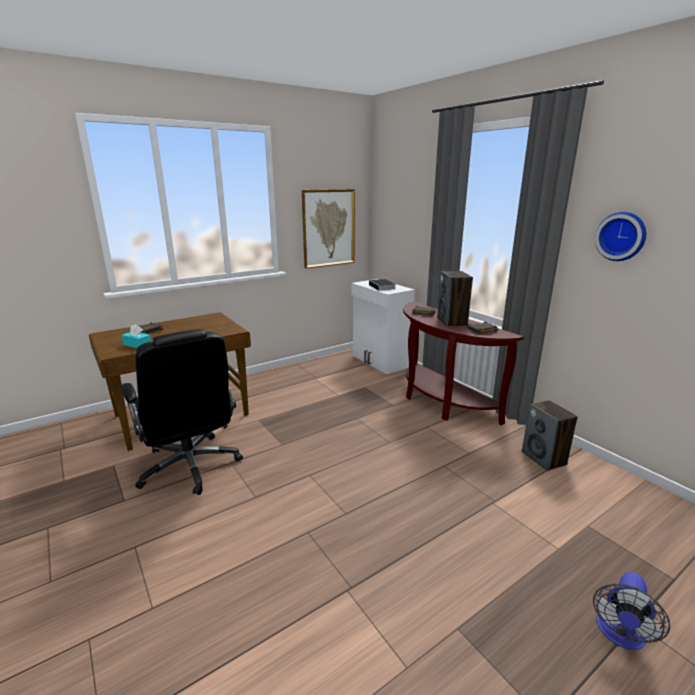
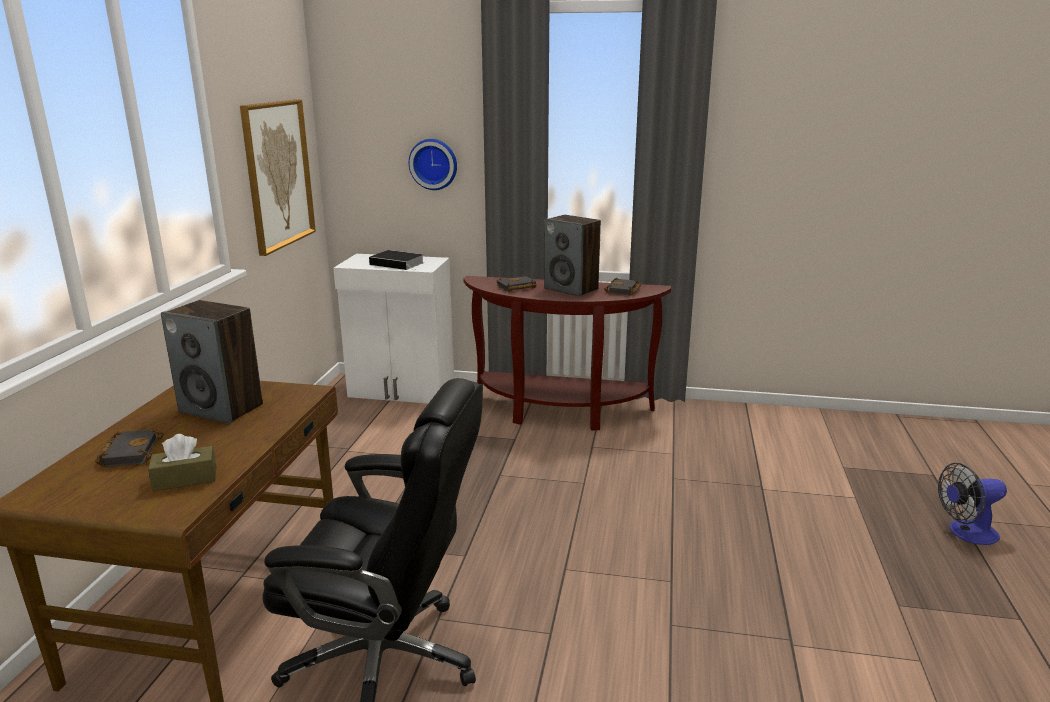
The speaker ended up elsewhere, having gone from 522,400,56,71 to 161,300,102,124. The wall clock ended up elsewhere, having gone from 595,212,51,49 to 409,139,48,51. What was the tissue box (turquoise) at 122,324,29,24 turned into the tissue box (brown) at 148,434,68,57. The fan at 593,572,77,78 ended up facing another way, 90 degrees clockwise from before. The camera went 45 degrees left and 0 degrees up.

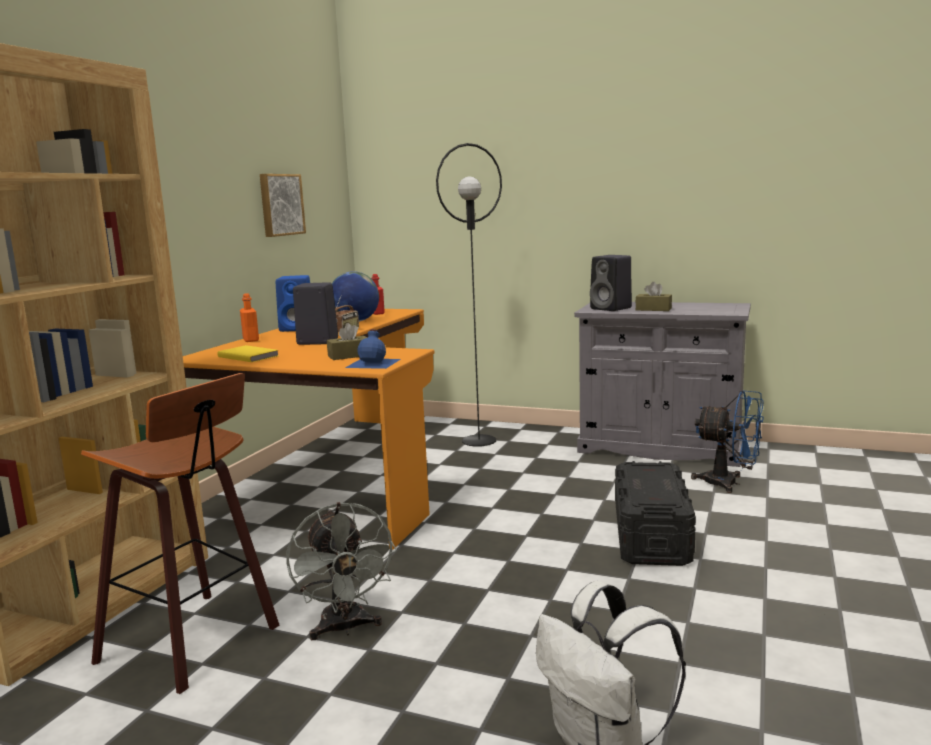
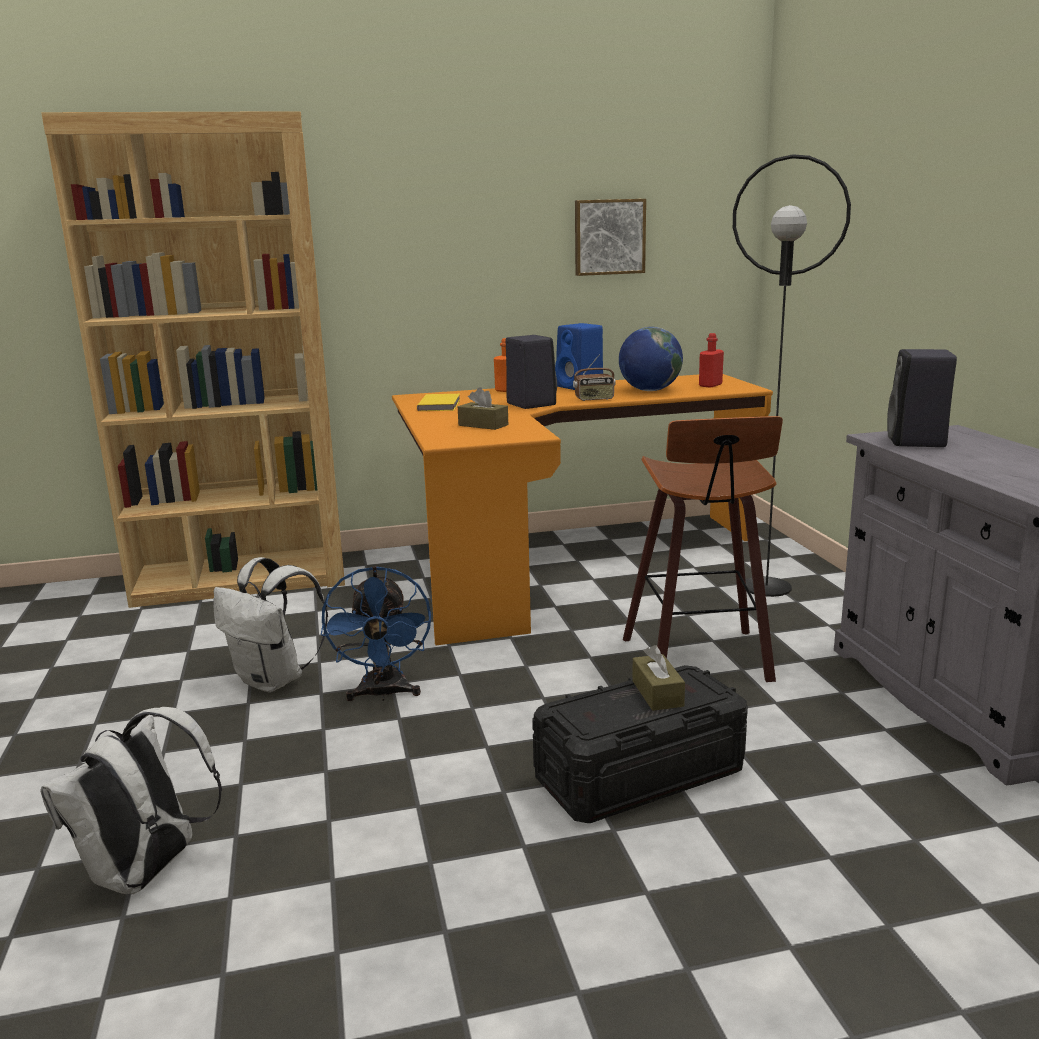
The second view lost the bottle (blue) at 345,329,56,40. The stool ended up elsewhere, having gone from 81,373,198,321 to 623,416,160,266. The tissue box (brown) ended up elsewhere, having gone from 636,282,36,29 to 632,645,53,66. The fan (blue) ended up elsewhere, having gone from 691,390,73,103 to 321,566,110,135. Where the fan (grey) stood at 286,502,111,138, the backpack (white) came to stand at 214,557,114,136. The camera went 55 degrees right and 5 degrees up.

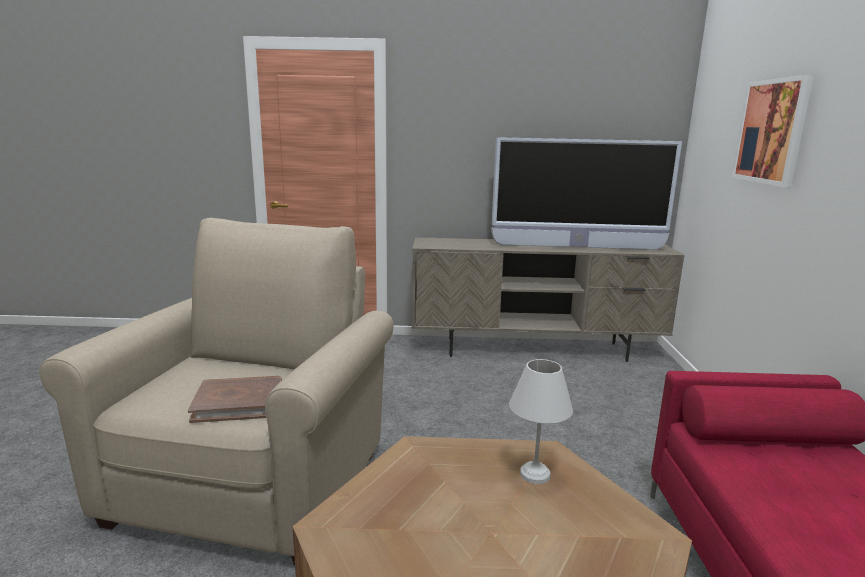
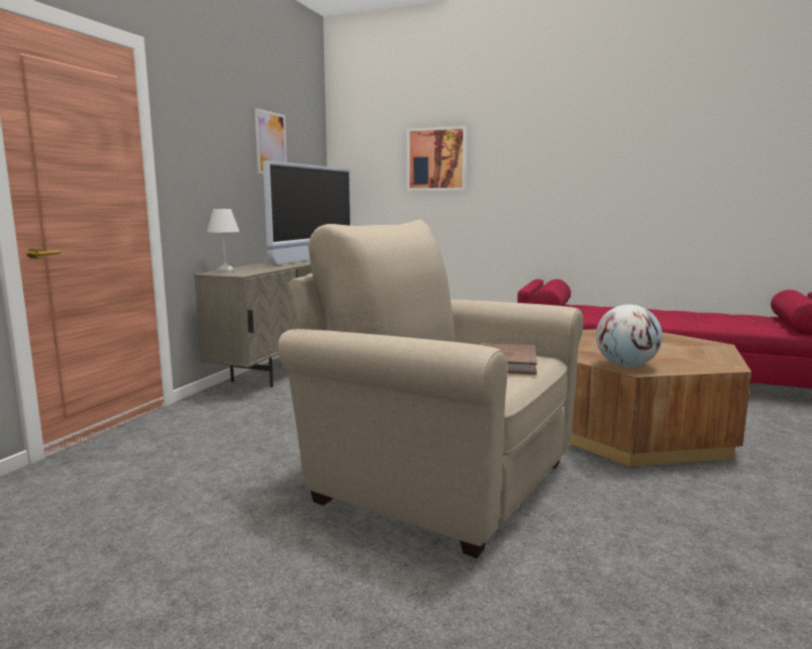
The second view gained the picture at 255,108,32,66. The second view gained the globe at 596,304,66,63. The table lamp (white) ended up elsewhere, having gone from 509,359,64,125 to 207,209,33,63. The camera went 70 degrees left and 5 degrees down.

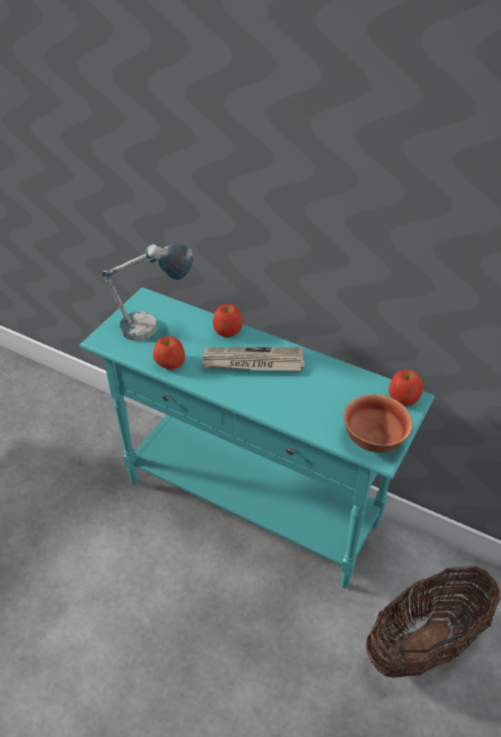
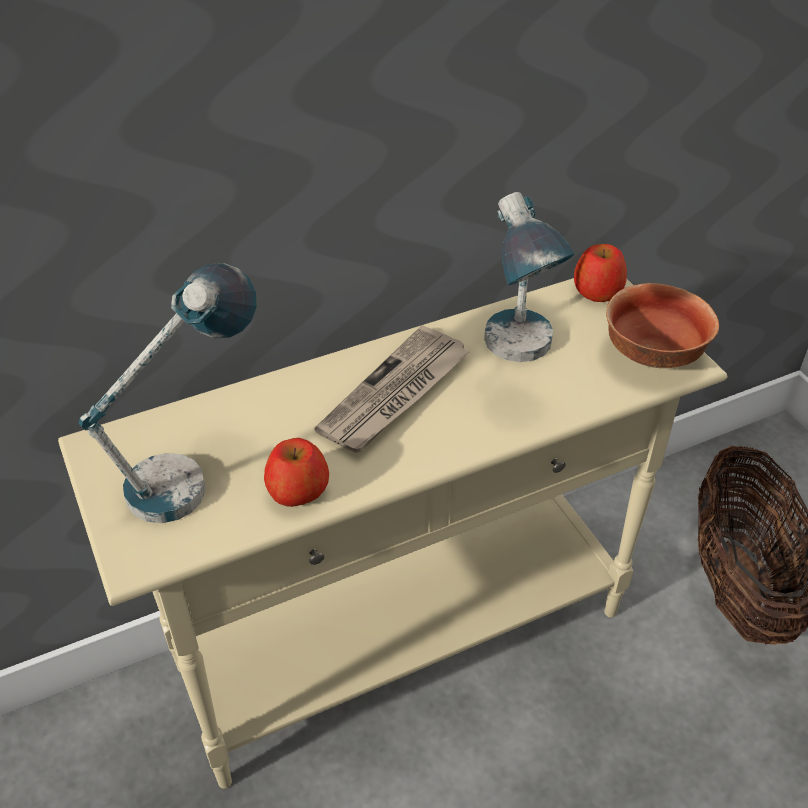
The second view lost the apple at 213,304,30,33. The second view gained the table lamp at 484,192,91,170. What was the console table (turquoise) at 79,287,356,301 turned into the console table (beige) at 58,278,669,511. The camera went 55 degrees left and 0 degrees up.

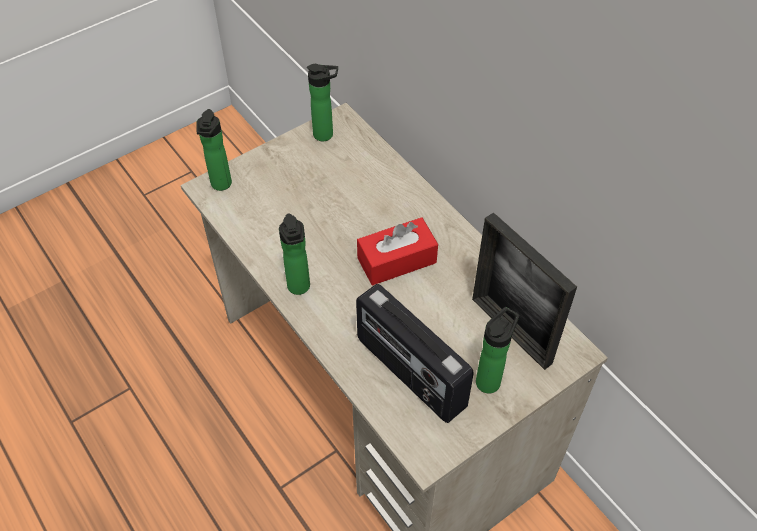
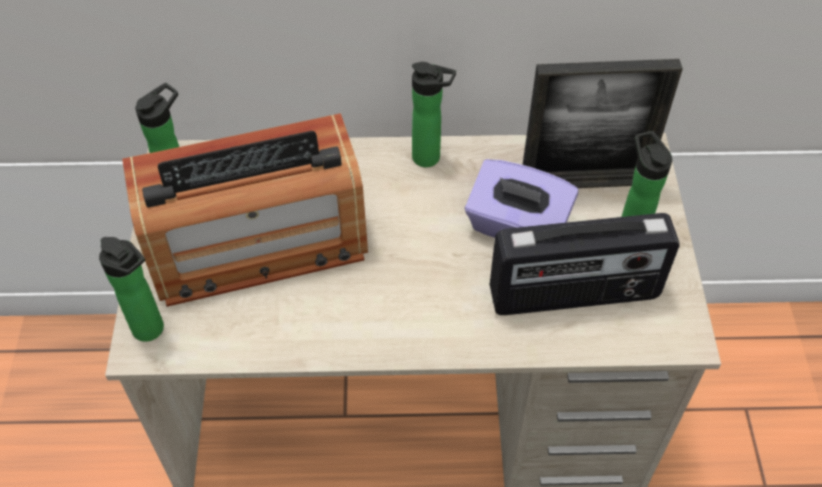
The second view lost the tissue box (red) at 357,217,81,68. The second view gained the radio at 122,113,246,194. The second view gained the tissue box (purple) at 465,159,113,79. The bottle ended up elsewhere, having gone from 279,213,31,82 to 412,62,44,105. The camera went 55 degrees left and 0 degrees up.

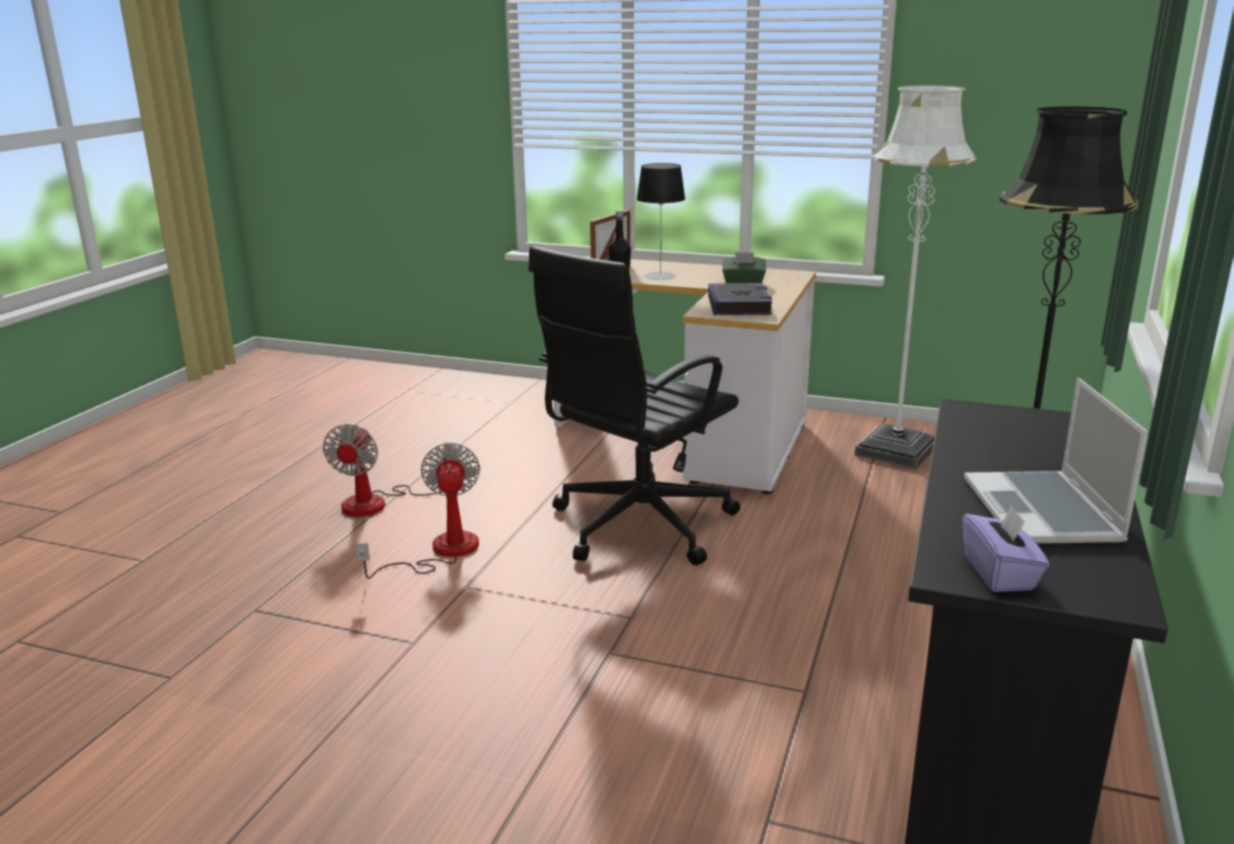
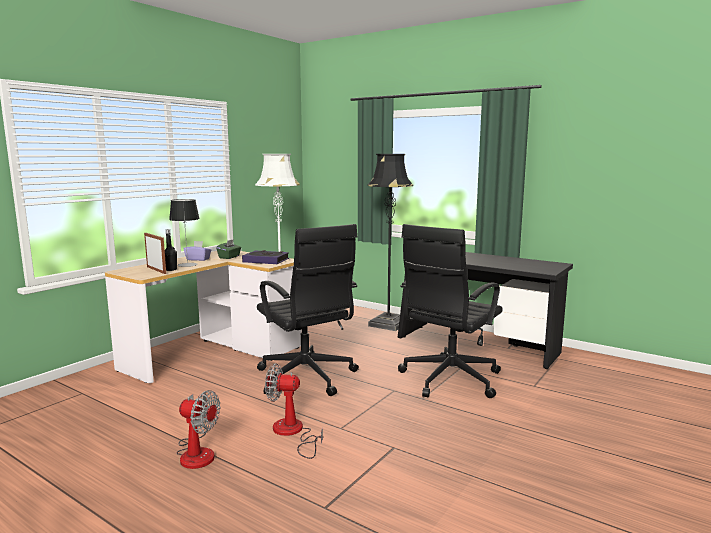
The second view lost the laptop at 964,378,184,166. The second view gained the office chair (black) at 398,224,105,174. The tissue box (purple) ended up elsewhere, having gone from 962,505,87,87 to 184,241,27,20. The camera went 75 degrees left and 10 degrees down.

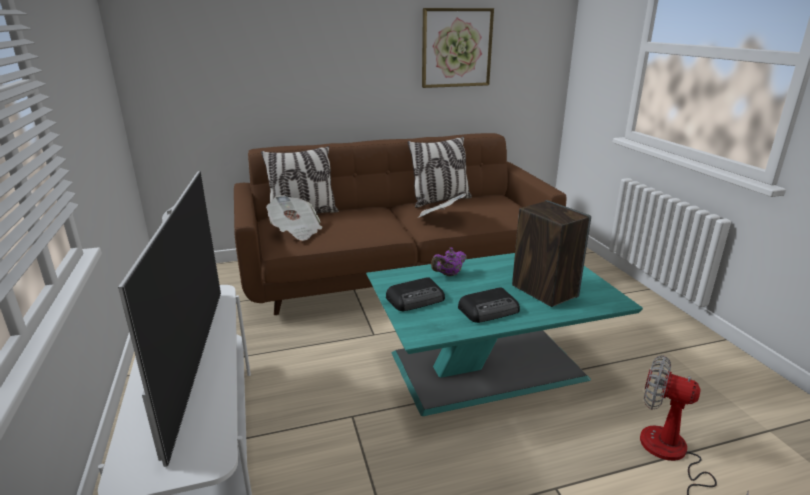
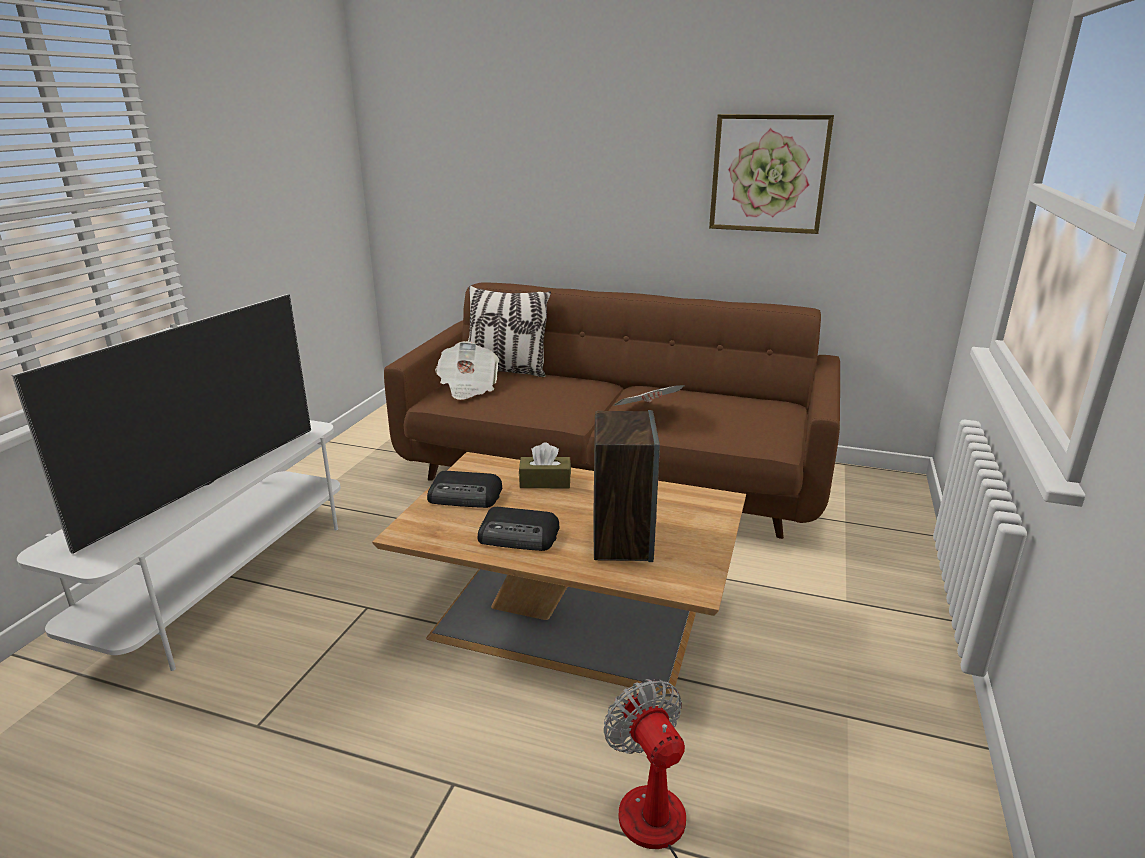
The second view lost the pillow at 408,136,64,72. Where the teapot (purple) stood at 431,247,36,29, the tissue box (brown) came to stand at 519,443,52,45. What was the coffee table (turquoise) at 366,253,277,163 turned into the coffee table (brown) at 372,452,374,245. The camera went 35 degrees right and 0 degrees up.

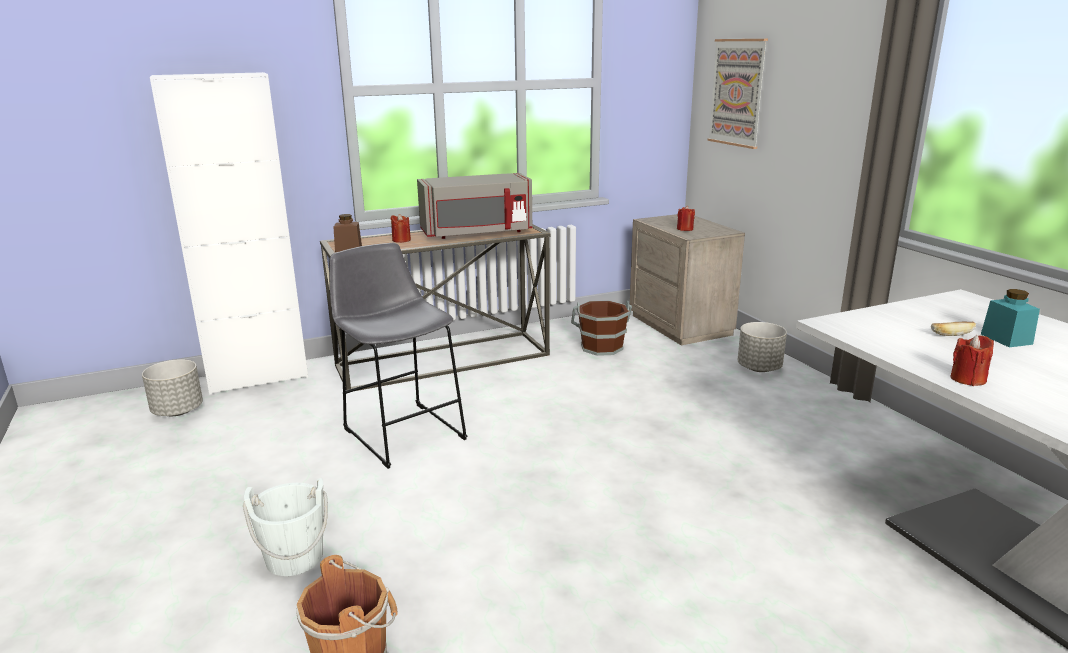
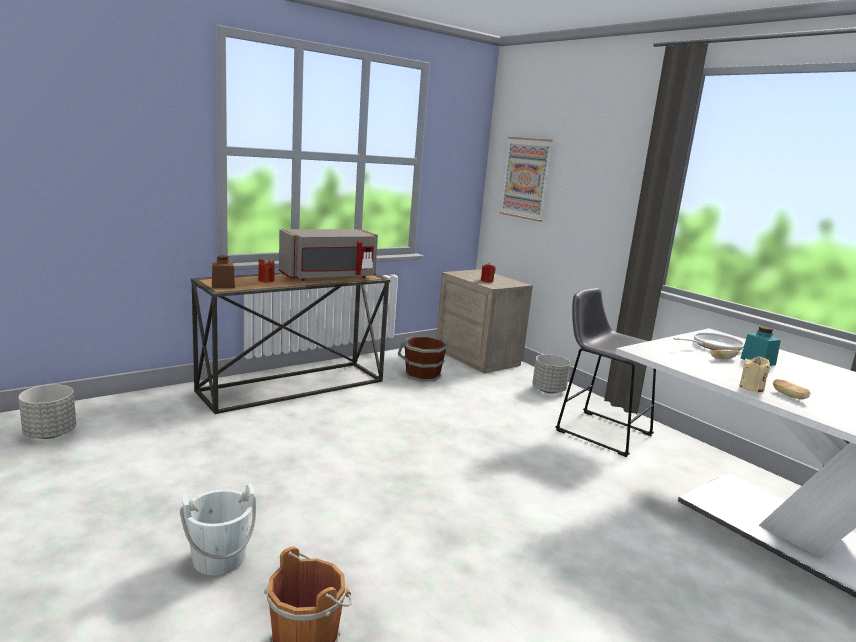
The second view lost the cabinet (white) at 150,72,158,323. The second view gained the frying pan at 673,333,71,18. The second view gained the bread at 773,379,37,20. The stool (grey) ended up elsewhere, having gone from 329,243,139,226 to 556,288,100,169. What was the candle (red) at 950,335,44,51 turned into the candle (beige) at 739,356,31,36. The camera went 15 degrees left and 5 degrees down.

